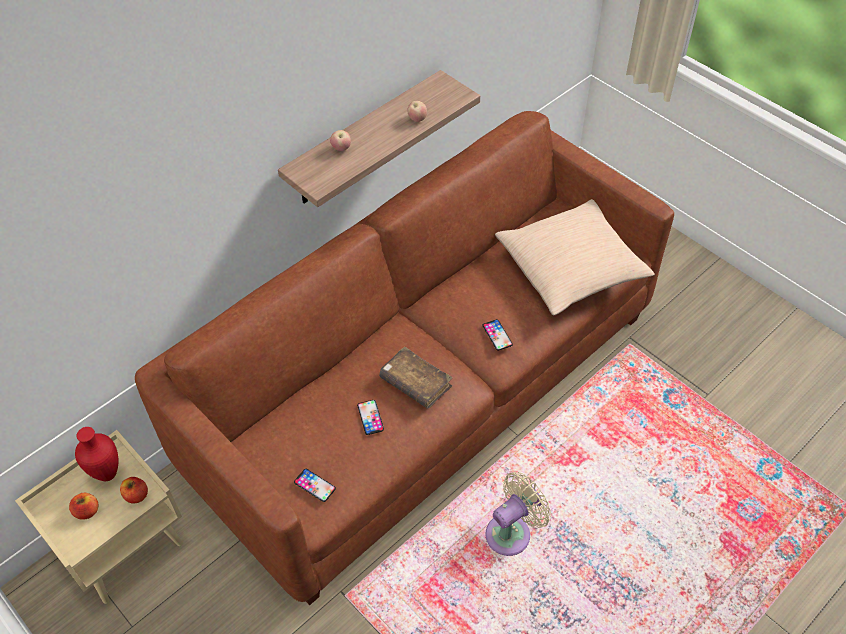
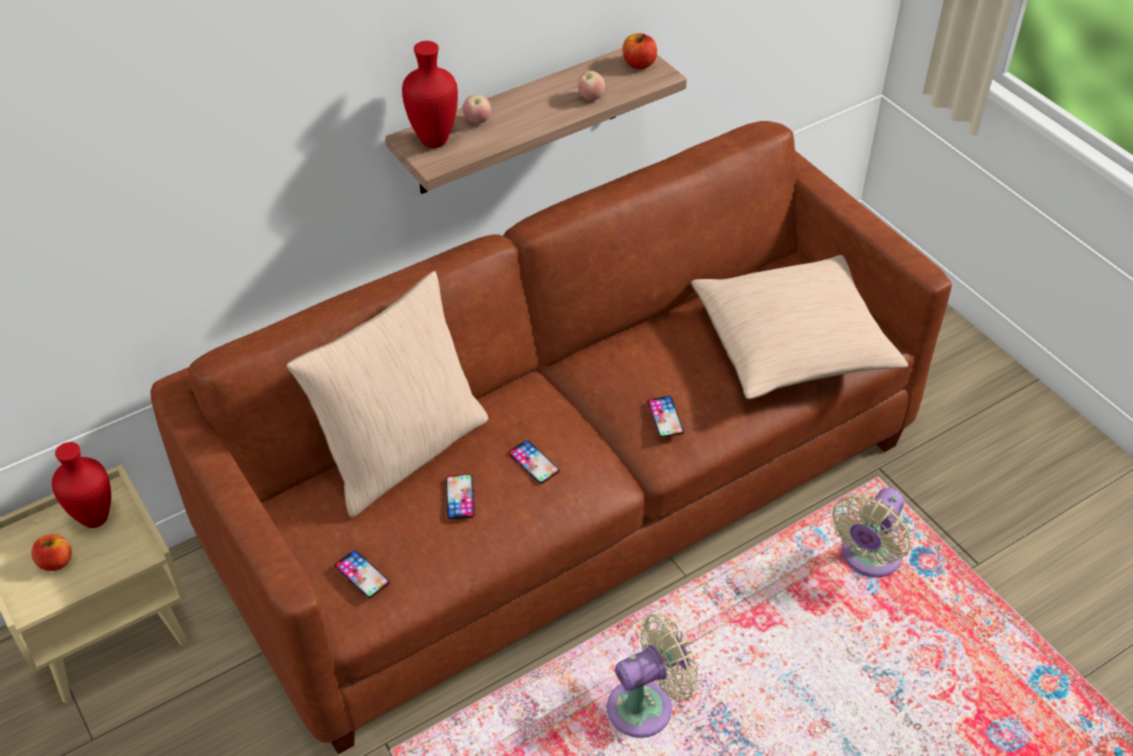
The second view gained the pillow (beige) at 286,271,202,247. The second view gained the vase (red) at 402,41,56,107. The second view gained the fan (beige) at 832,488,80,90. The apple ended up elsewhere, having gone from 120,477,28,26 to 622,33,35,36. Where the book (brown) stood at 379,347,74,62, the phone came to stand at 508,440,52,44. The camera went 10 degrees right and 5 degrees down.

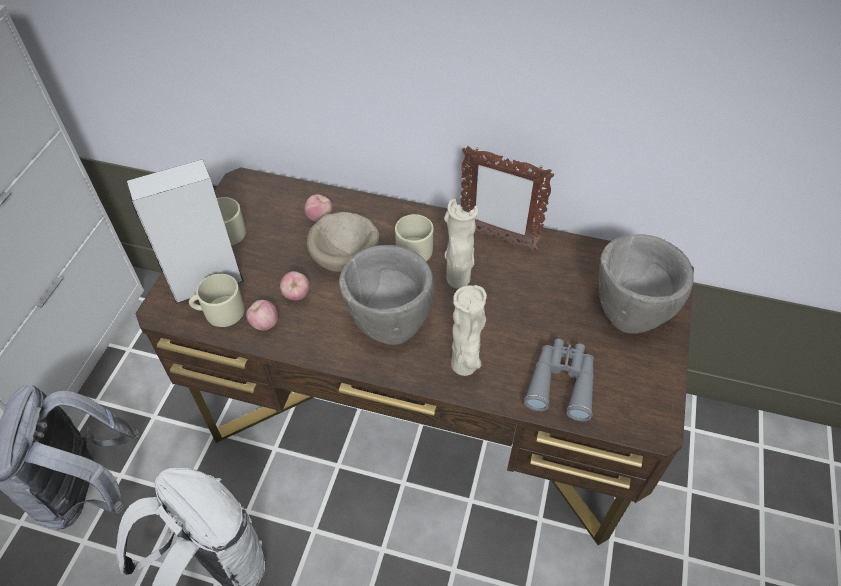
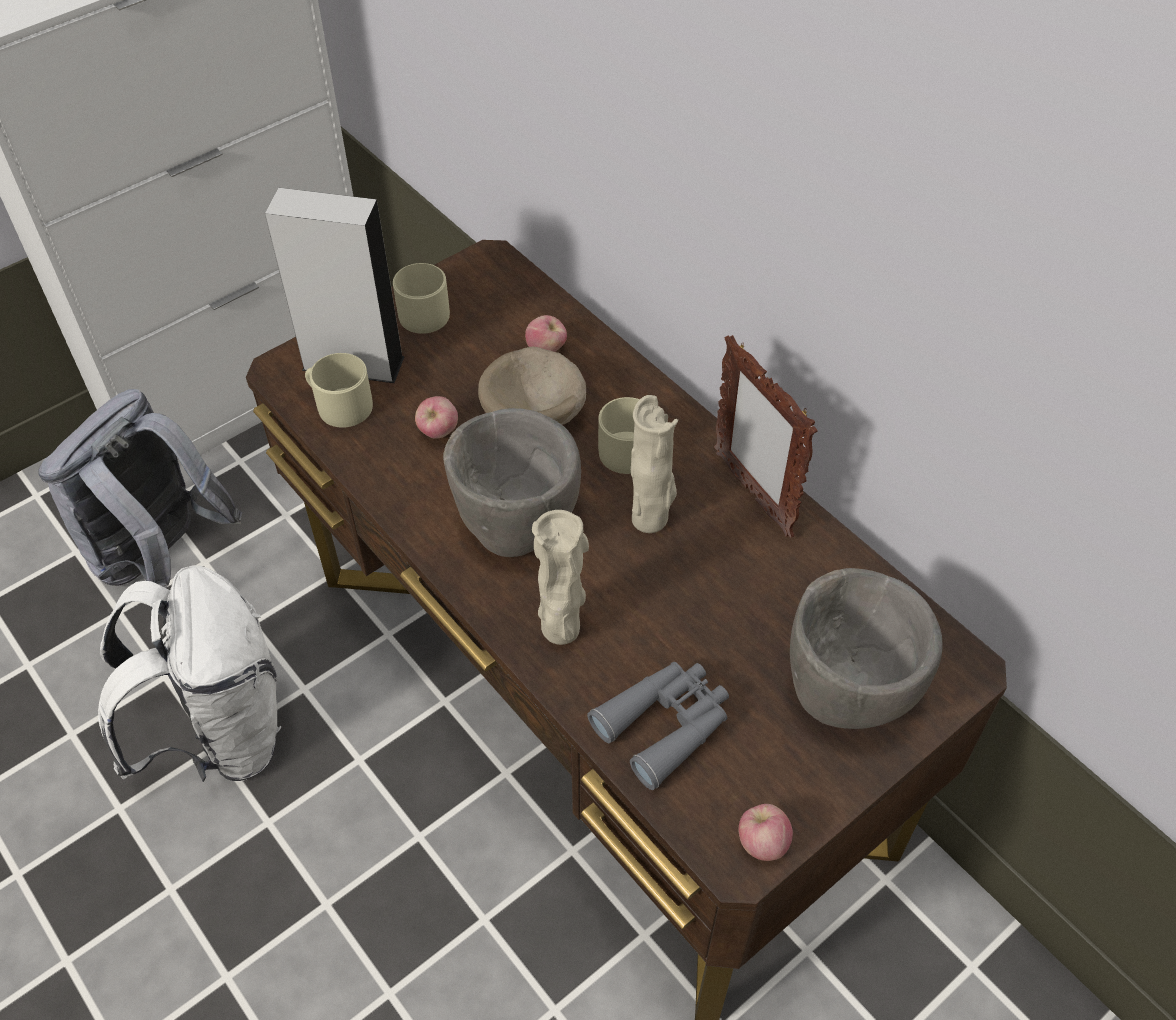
The apple ended up elsewhere, having gone from 246,300,32,31 to 738,804,55,57. The camera went 35 degrees right and 0 degrees up.

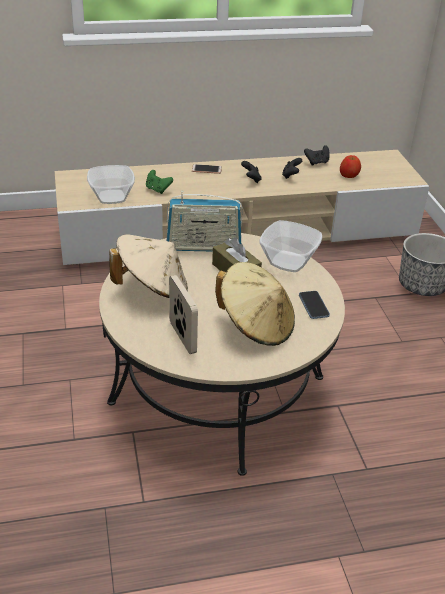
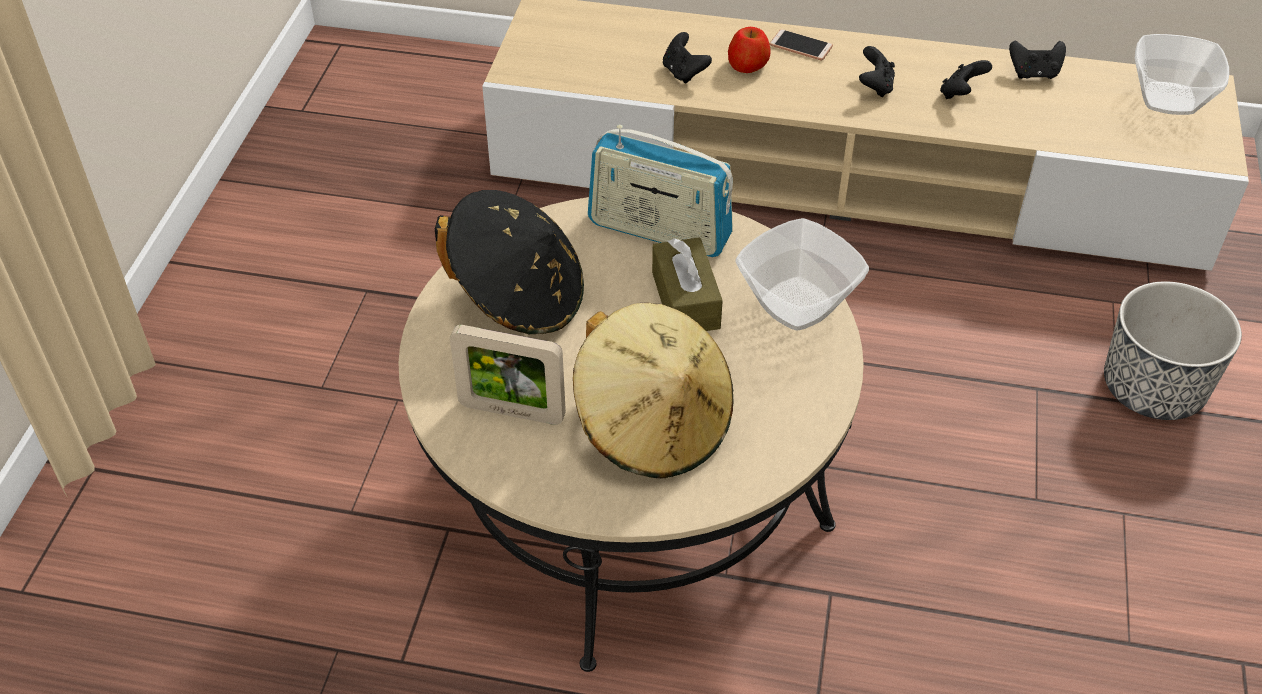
The second view lost the phone at 299,291,31,28. The bowl ended up elsewhere, having gone from 87,165,48,39 to 1135,34,94,81. The apple ended up elsewhere, having gone from 340,155,21,23 to 728,27,43,46. What was the hat (beige) at 109,234,79,64 turned into the hat (black) at 435,190,149,144. What was the game controller (green) at 146,170,27,24 turned into the game controller (black) at 663,32,49,52. The picture frame at 169,275,29,79 ended up facing another way, 105 degrees clockwise from before. The camera went 25 degrees right and 10 degrees up.

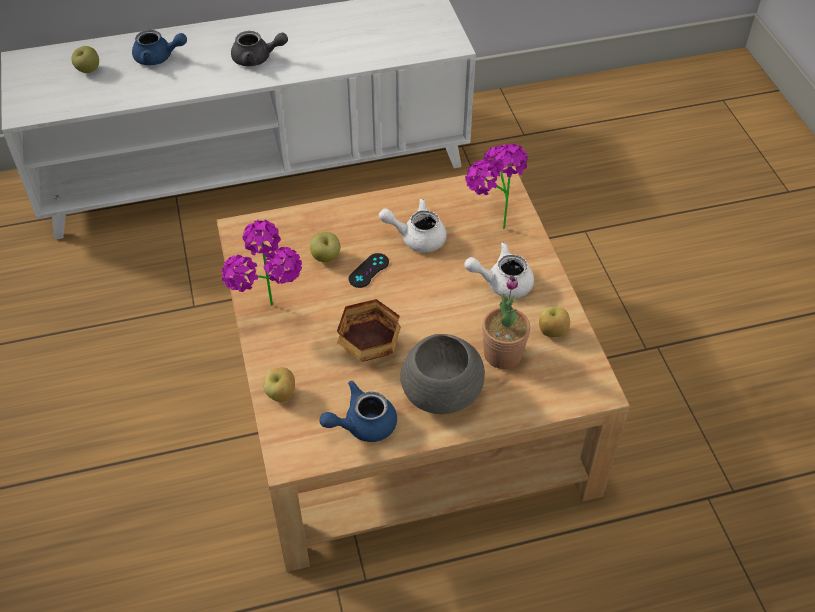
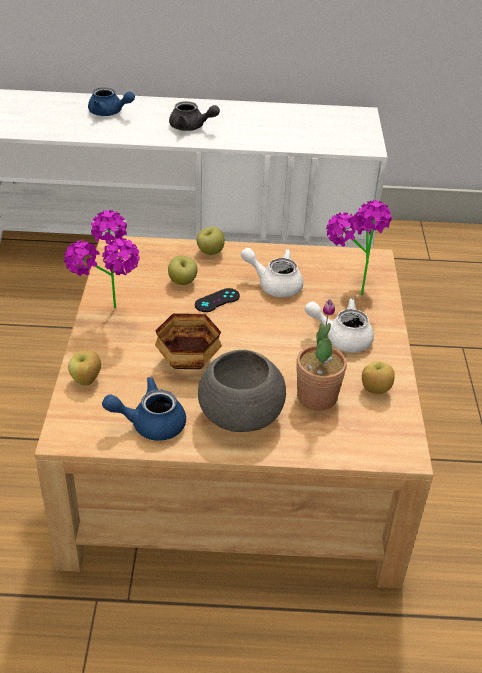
The apple ended up elsewhere, having gone from 72,46,27,27 to 197,227,28,28. The camera went 15 degrees right and 10 degrees down.

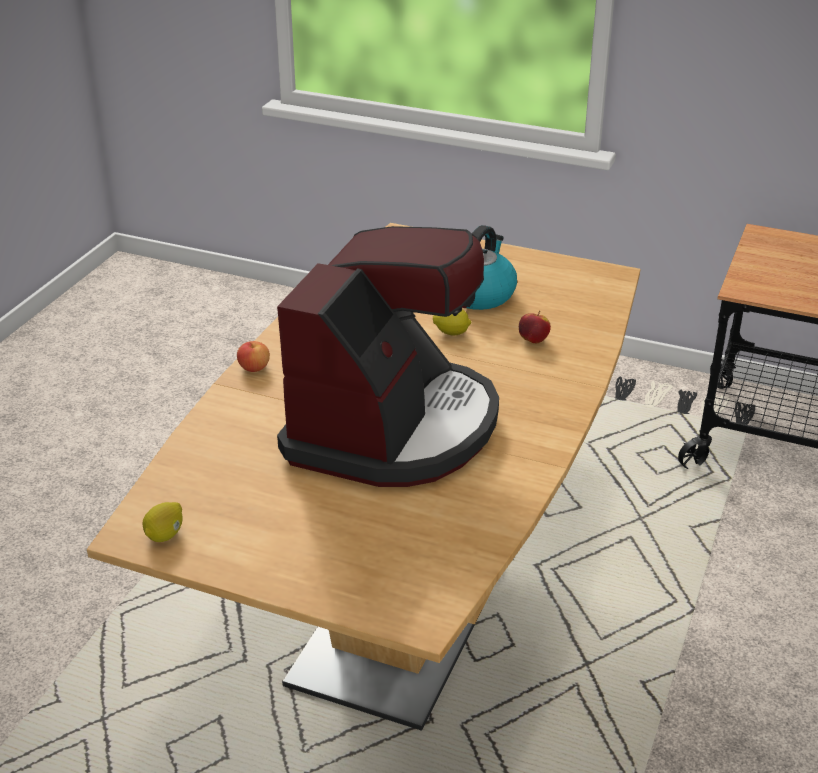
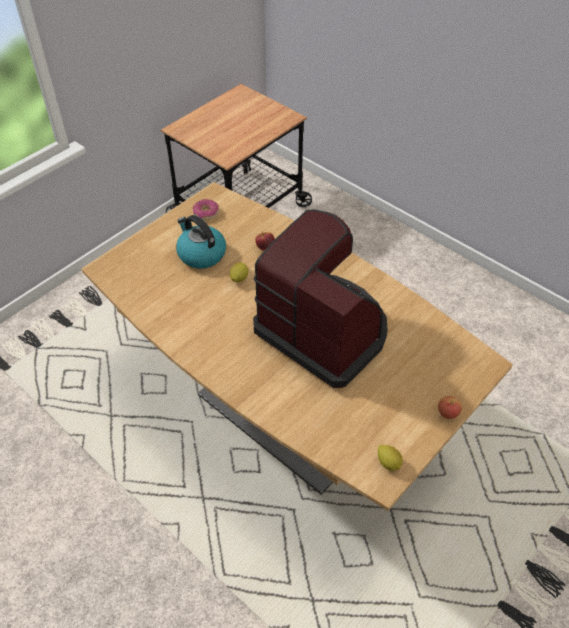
The second view gained the donut at 193,199,26,21. The apple ended up elsewhere, having gone from 237,341,33,31 to 438,396,24,23. The camera went 70 degrees left and 15 degrees up.

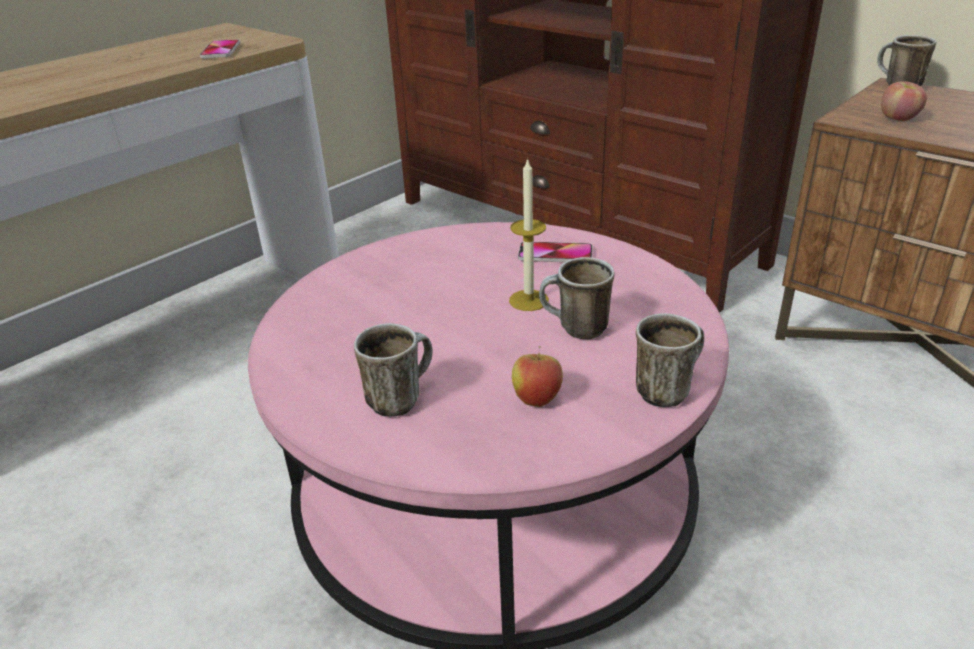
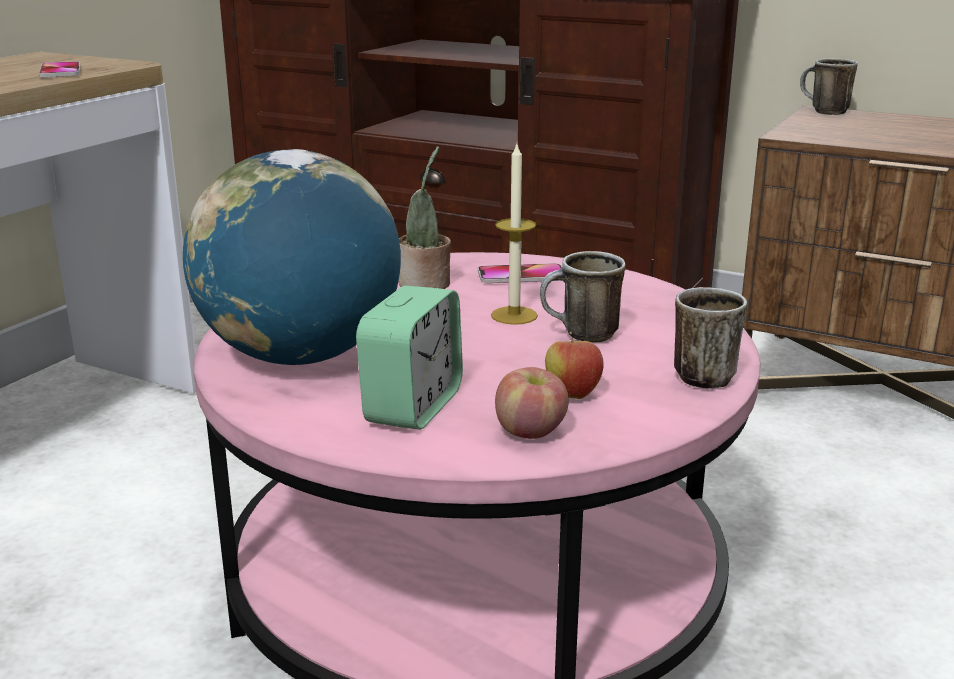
The second view gained the globe at 183,149,218,216. The second view gained the potted plant at 399,146,52,143. The apple ended up elsewhere, having gone from 881,81,46,40 to 495,367,74,72. Where the mug stood at 354,323,79,94, the alarm clock came to stand at 356,286,107,144. The camera went 15 degrees left and 10 degrees down.

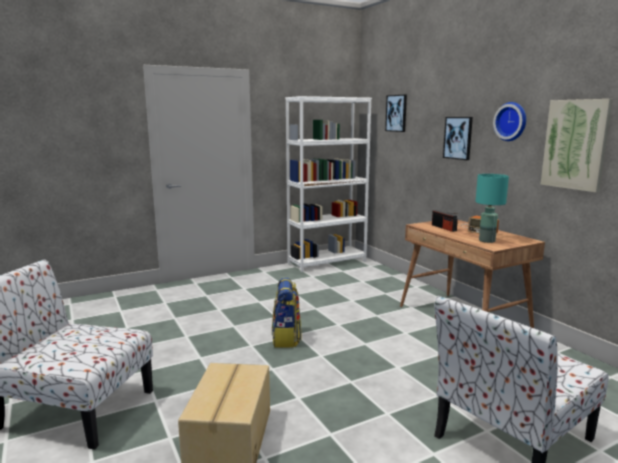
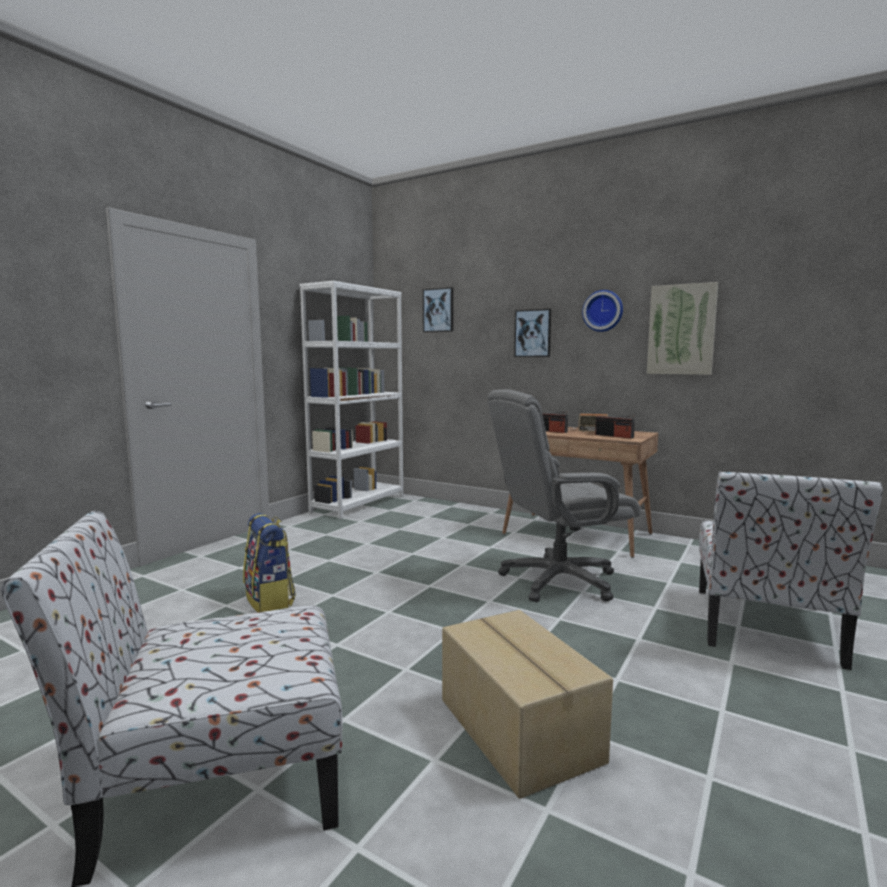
The second view gained the office chair (grey) at 488,389,153,213. The backpack ended up elsewhere, having gone from 272,278,30,70 to 243,513,53,99. Where the table lamp (turquoise) stood at 475,174,34,69, the radio came to stand at 595,415,40,24. The camera went 30 degrees left and 5 degrees down.

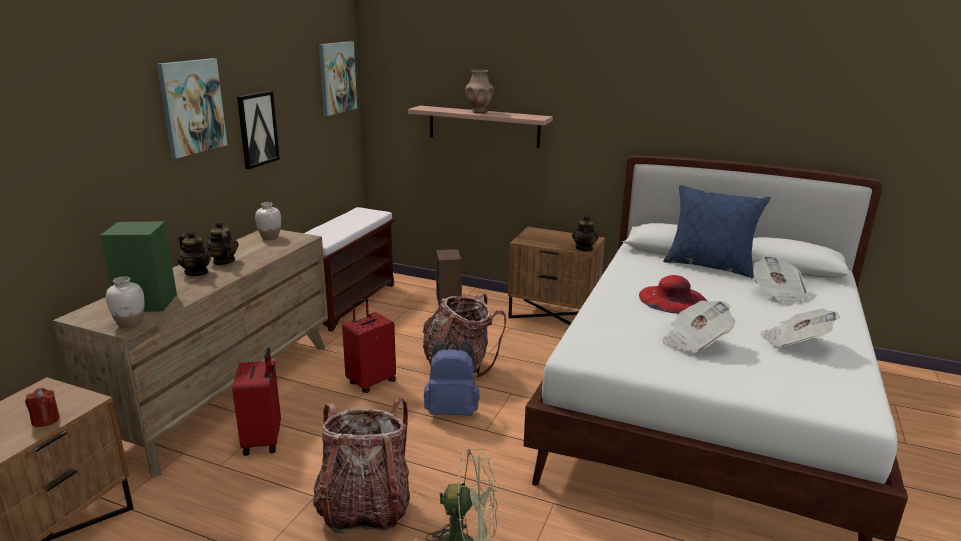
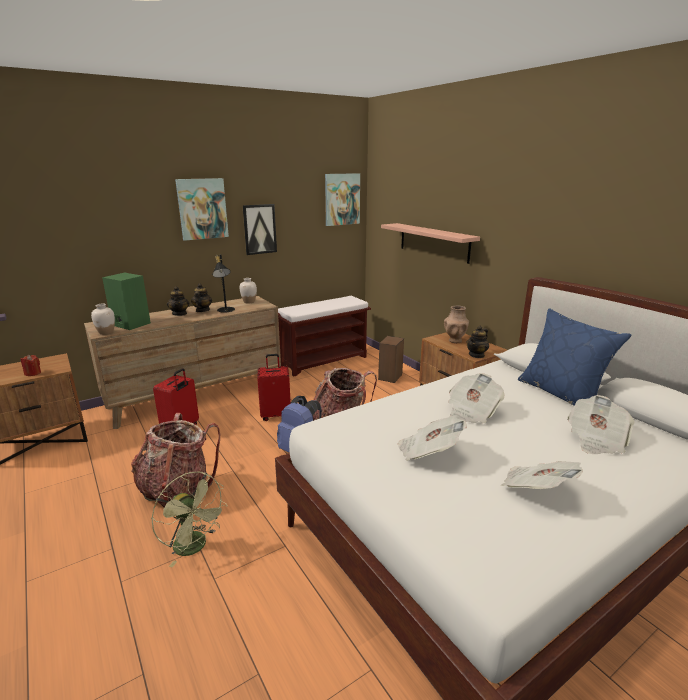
The second view gained the table lamp (black) at 212,254,23,59. The vase (brown) ended up elsewhere, having gone from 465,70,29,43 to 444,306,25,37. Where the hat (red) stood at 639,275,68,38, the newspaper came to stand at 448,373,57,50. The camera went 35 degrees right and 0 degrees up.

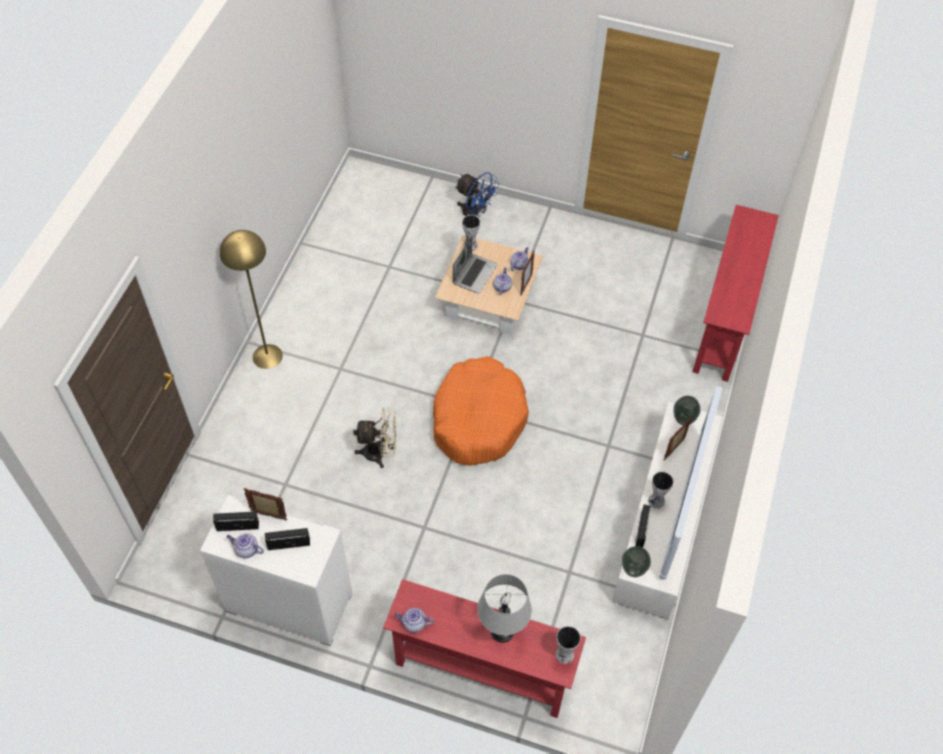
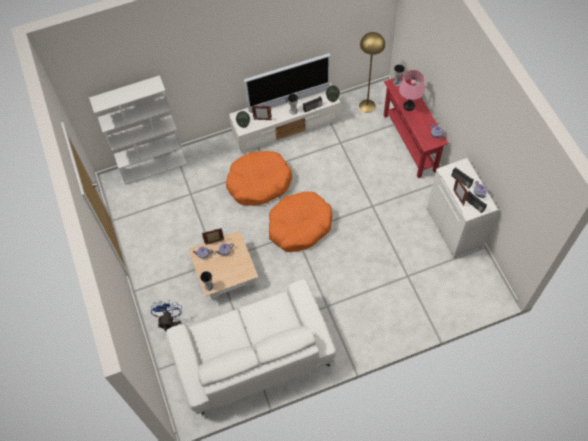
The second view lost the fan (beige) at 353,408,43,60. The second view lost the laptop at 453,236,45,58. The second view gained the sofa (white) at 166,279,171,136. The second view gained the dog bed (orange) at 226,151,66,55. The floor lamp (yellow) ended up elsewhere, having gone from 220,230,63,139 to 359,32,26,81. Where the console table (red) stood at 693,205,86,177, the bookcase (white) came to stand at 89,75,98,110. What was the table lamp (grey) at 477,574,55,69 turned into the table lamp (pink) at 399,70,26,41. The camera went 125 degrees left and 5 degrees up.

